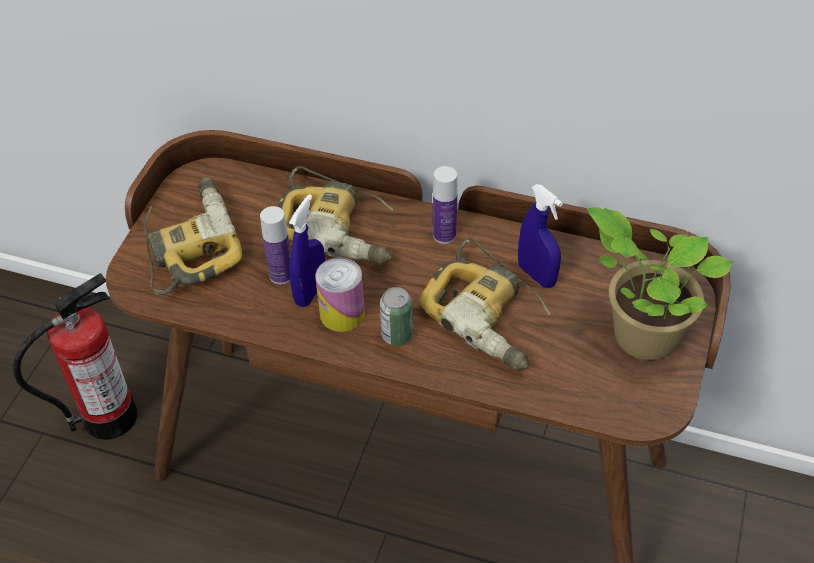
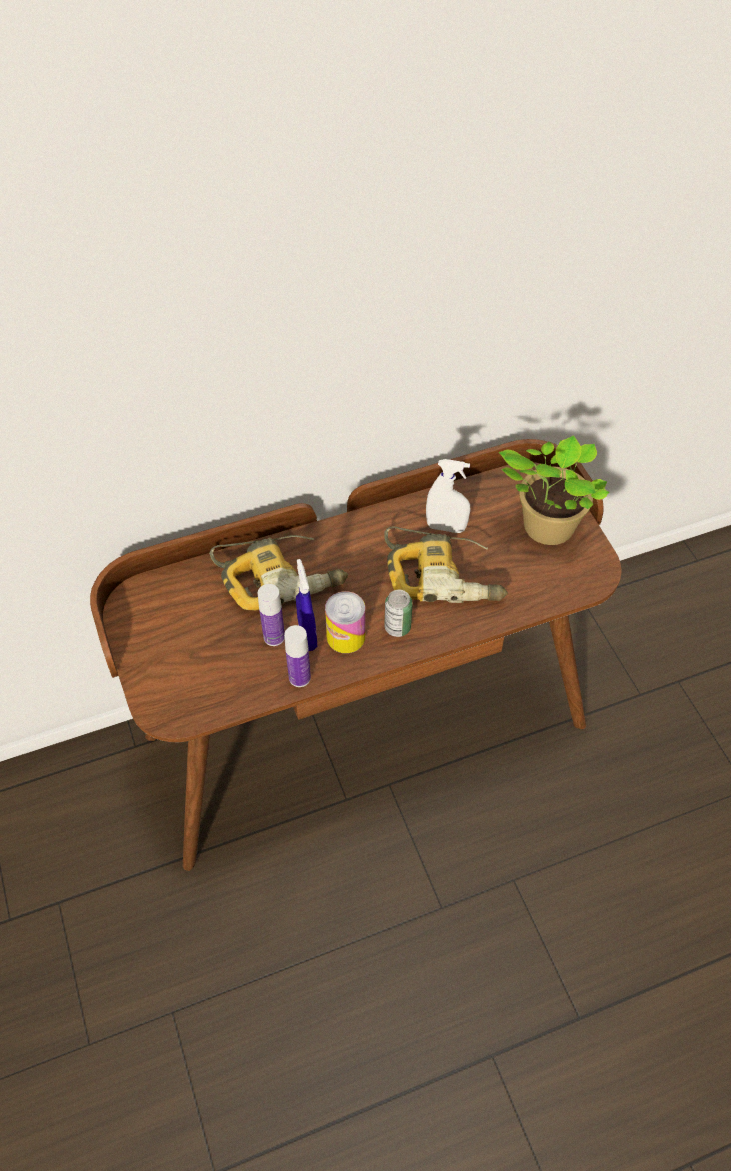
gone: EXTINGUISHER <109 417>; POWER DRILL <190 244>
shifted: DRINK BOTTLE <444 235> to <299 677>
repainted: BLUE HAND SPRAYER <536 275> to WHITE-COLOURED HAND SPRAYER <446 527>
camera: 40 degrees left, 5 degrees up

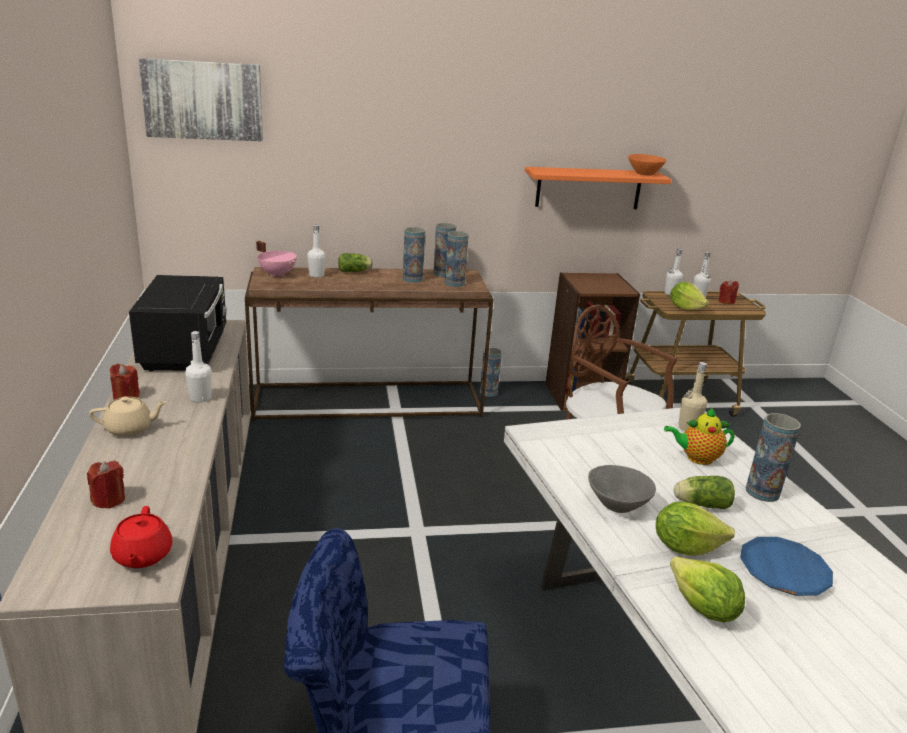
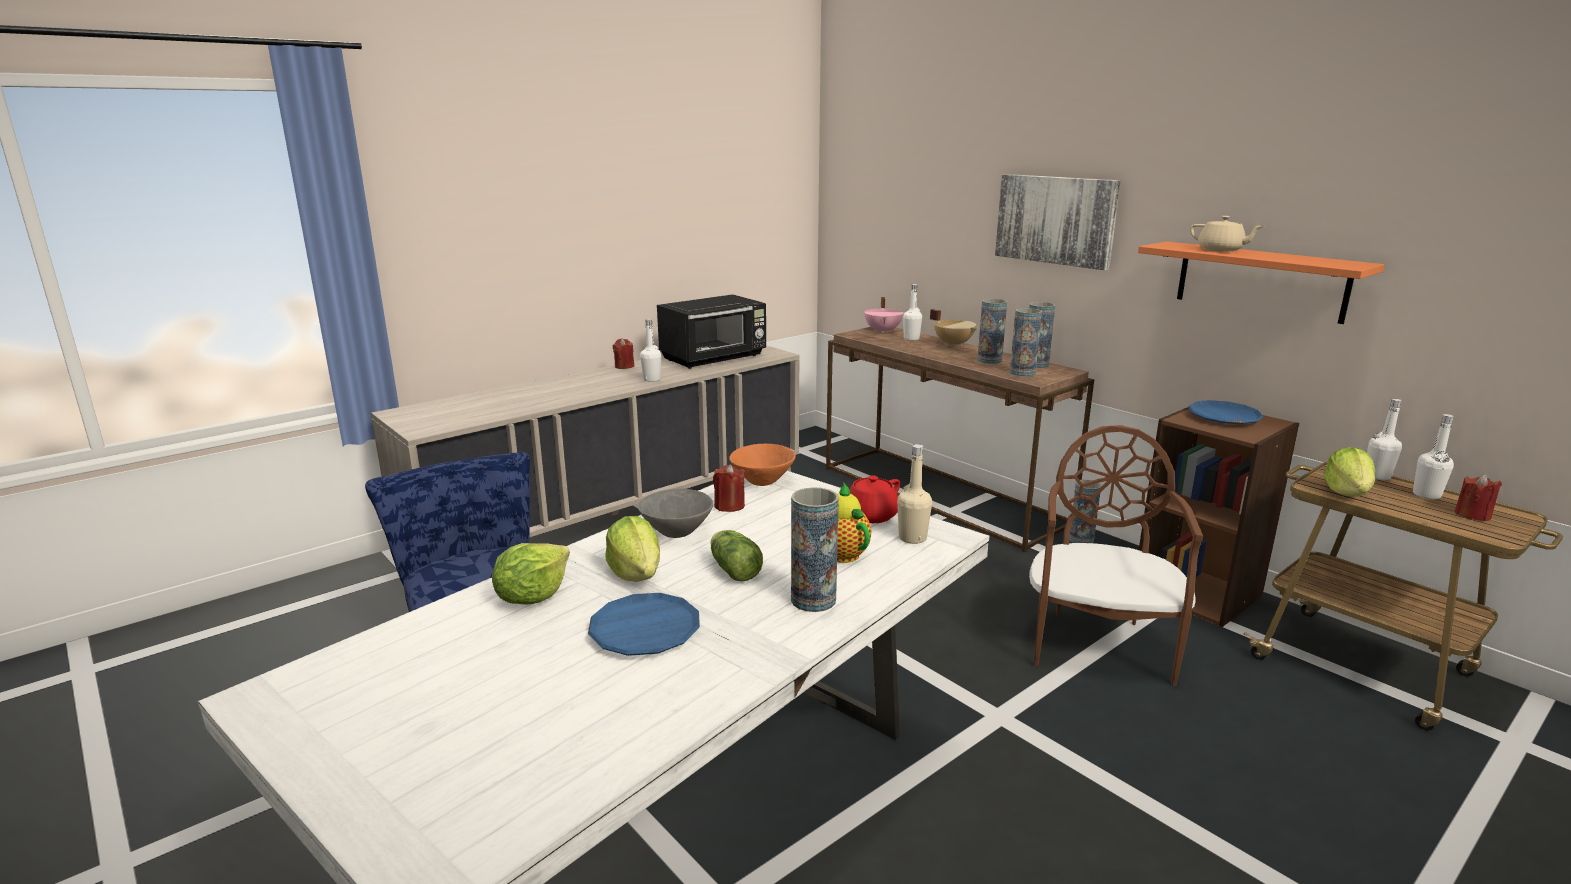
new: BLUE PLATE <1224 417>
shifted: RED CANDLE <109 500> to <729 506>; BEIGE TEAPOT <130 429> to <1221 250>; RED TEAPOT <142 556> to <870 516>; PICTURE <203 100> to <1056 220>; ORANGE DEEP DISH <644 174> to <761 481>
swapped: HEAD OF LETTUCE <355 271> to BEIGE SAUCEPOT <953 344>
camera: 60 degrees right, 5 degrees down

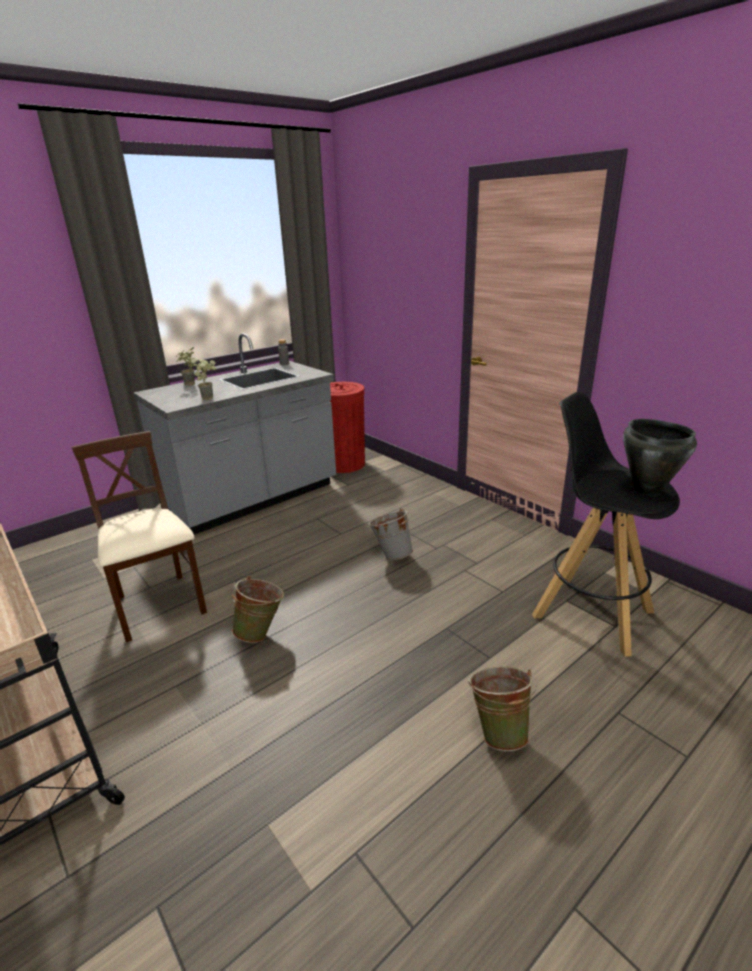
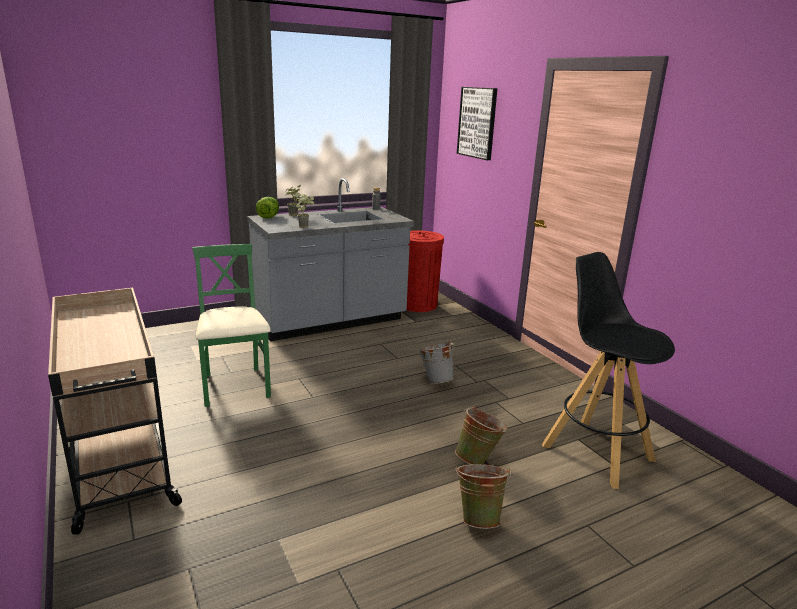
gone: BLACKISH SAUCEPOT <647 490>
new: HEAD OF LETTUCE <269 216>; PICTURE <477 122>
shifted: GREEN-COLOURED WATER BUCKET <262 632> to <479 460>
repainted: BEIGE PLAIN CHAIR <159 606> to GREEN-COLOURED PLAIN CHAIR <235 386>
camera: 10 degrees right, 5 degrees down

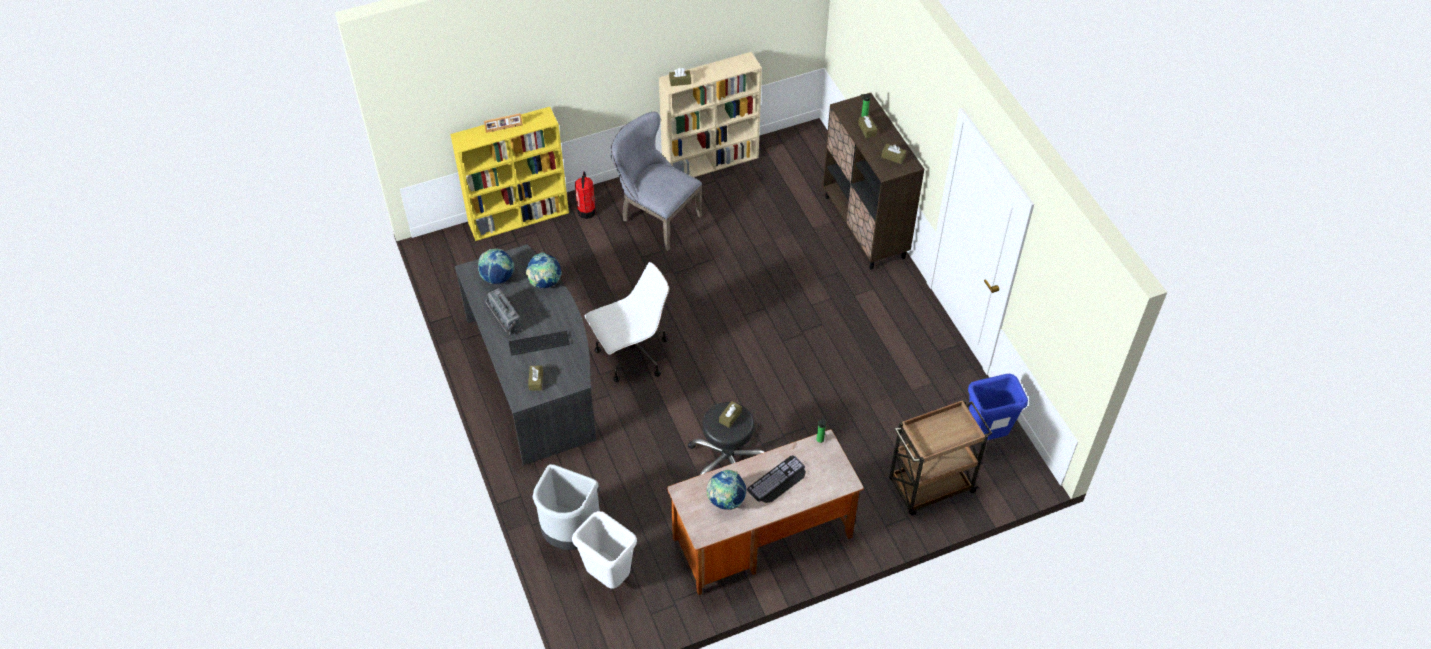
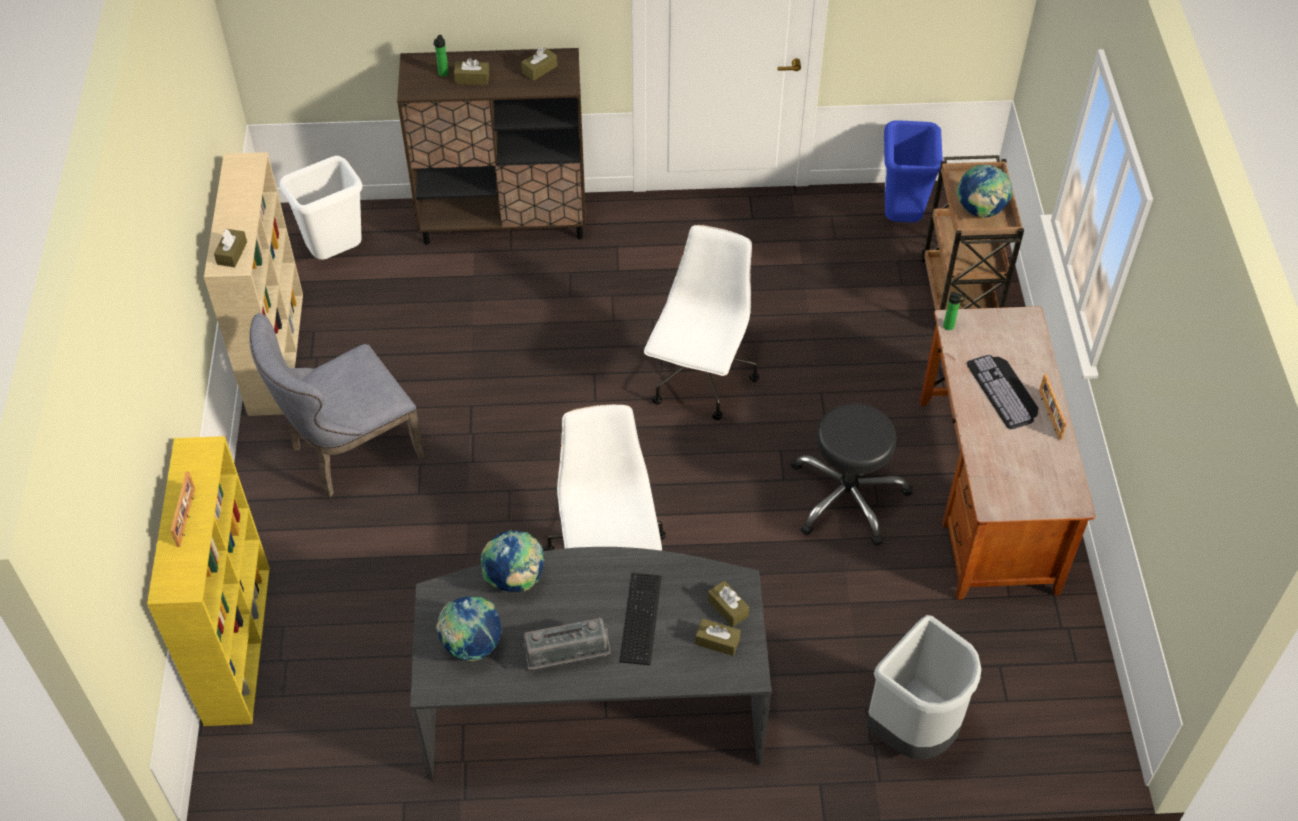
gone: EXTINGUISHER <587 211>
new: WHITE-COLOURED DESK CHAIR <700 379>; PICTURE FRAME <1049 415>
shifted: WHITE-COLOURED RUBBISH BIN <609 577> to <337 254>; DESK GLOBE <726 500> to <980 211>; BROWN TISSUE HOLDER <730 417> to <728 608>
camera: 70 degrees left, 0 degrees up

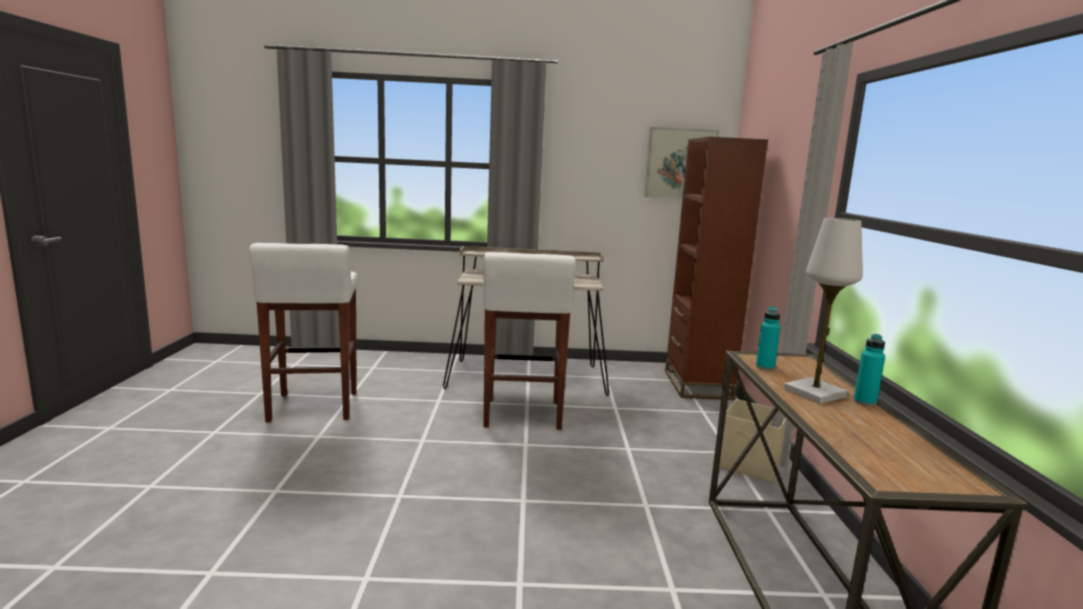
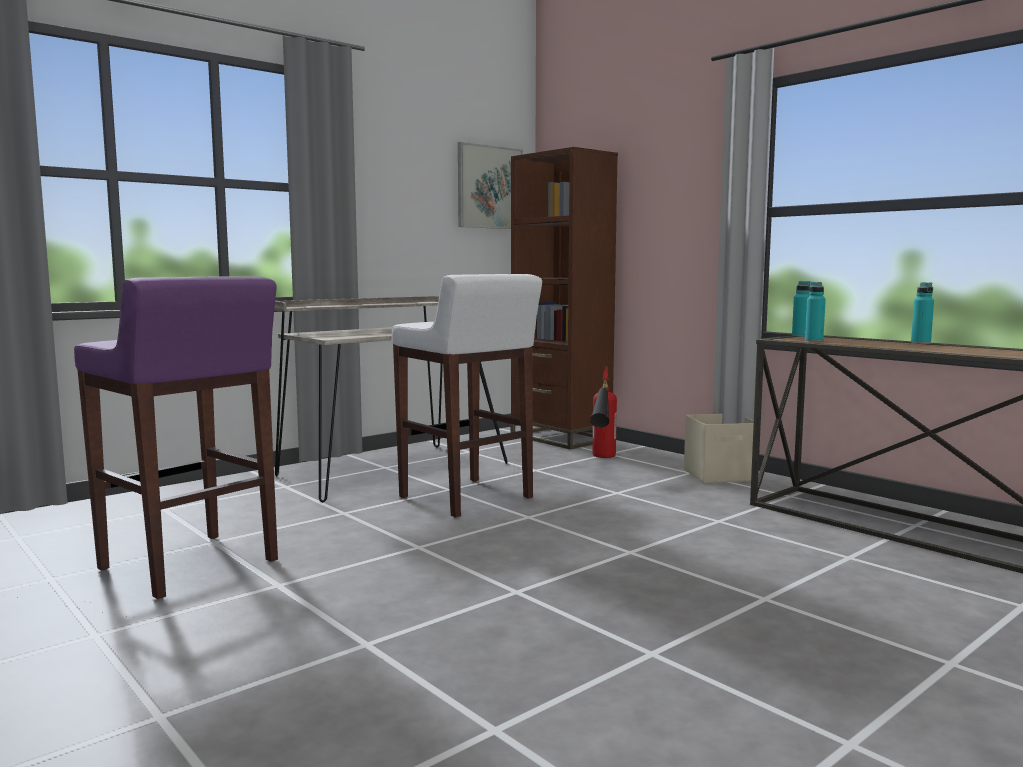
gone: WHITE-COLOURED TABLETOP LAMP <814 393>
new: EXTINGUISHER <602 460>; TURQUOISE-COLOURED DRINK BOTTLE <800 336>
repainted: WHITE-COLOURED SITTING STOOL <313 408> to PURPLE-COLOURED SITTING STOOL <190 566>
camera: 40 degrees left, 5 degrees down

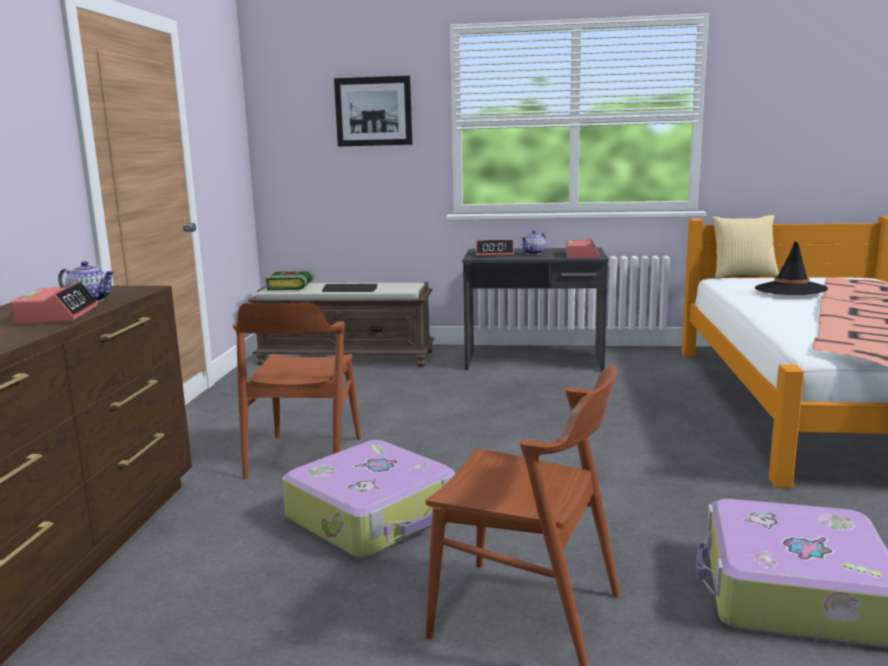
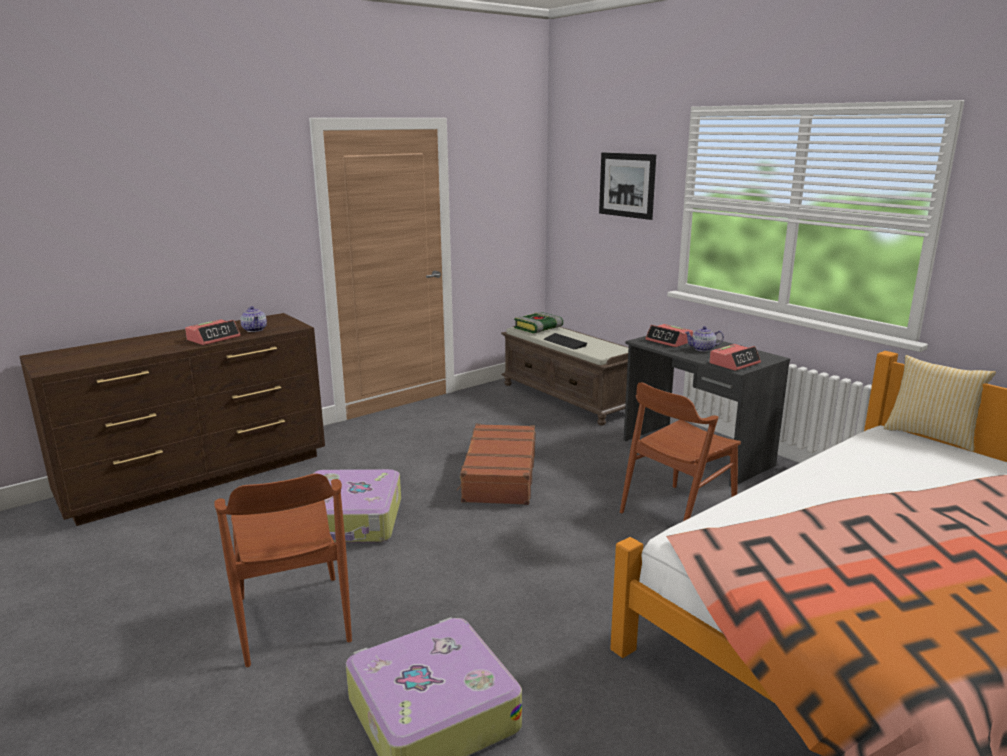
gone: BLACKISH WEARABLE HAT <790 289>
new: BROWN SUITCASE <499 476>
shifted: BROWN PLAIN CHAIR <304 457> to <677 513>
camera: 45 degrees right, 5 degrees up

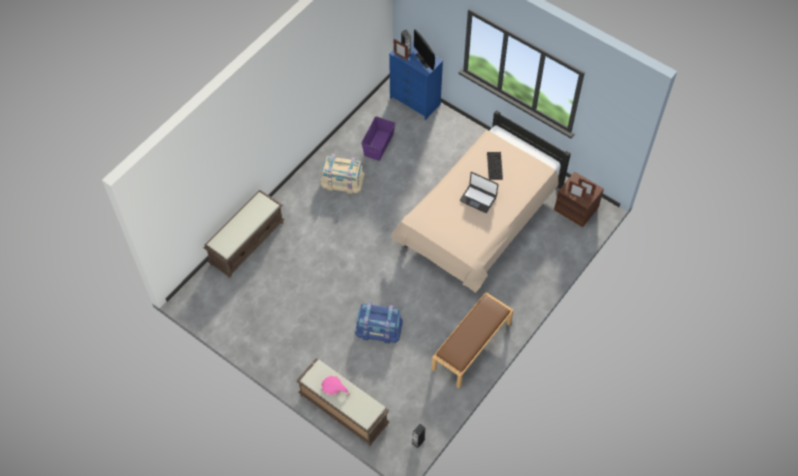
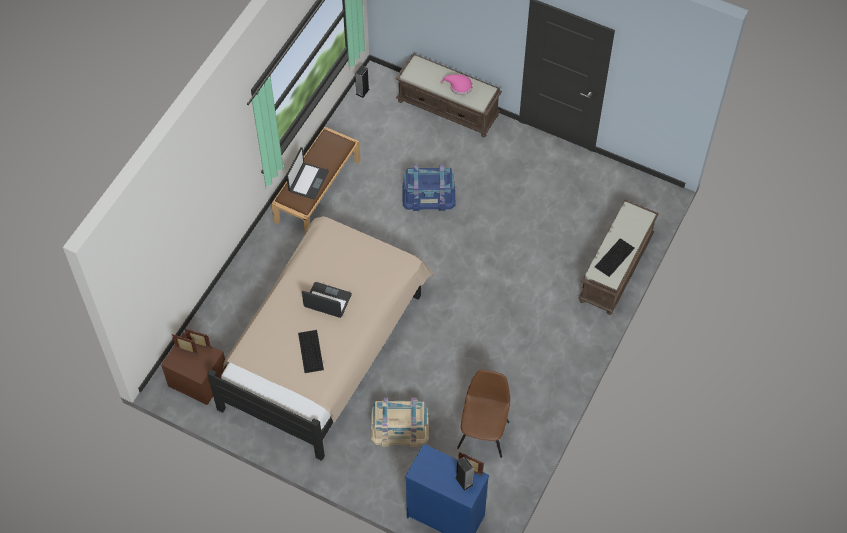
gone: COMPUTER SCREEN <424 59>
new: NOTEBOOK COMPUTER <308 181>; PC KEYBOARD <614 258>
shifted: BEIGE STORAGE BIN <342 180> to <400 427>
swapped: PURPLE-COLOURED STORAGE BIN <378 145> to BROWN PLAIN CHAIR <483 433>
camera: 170 degrees right, 0 degrees up

